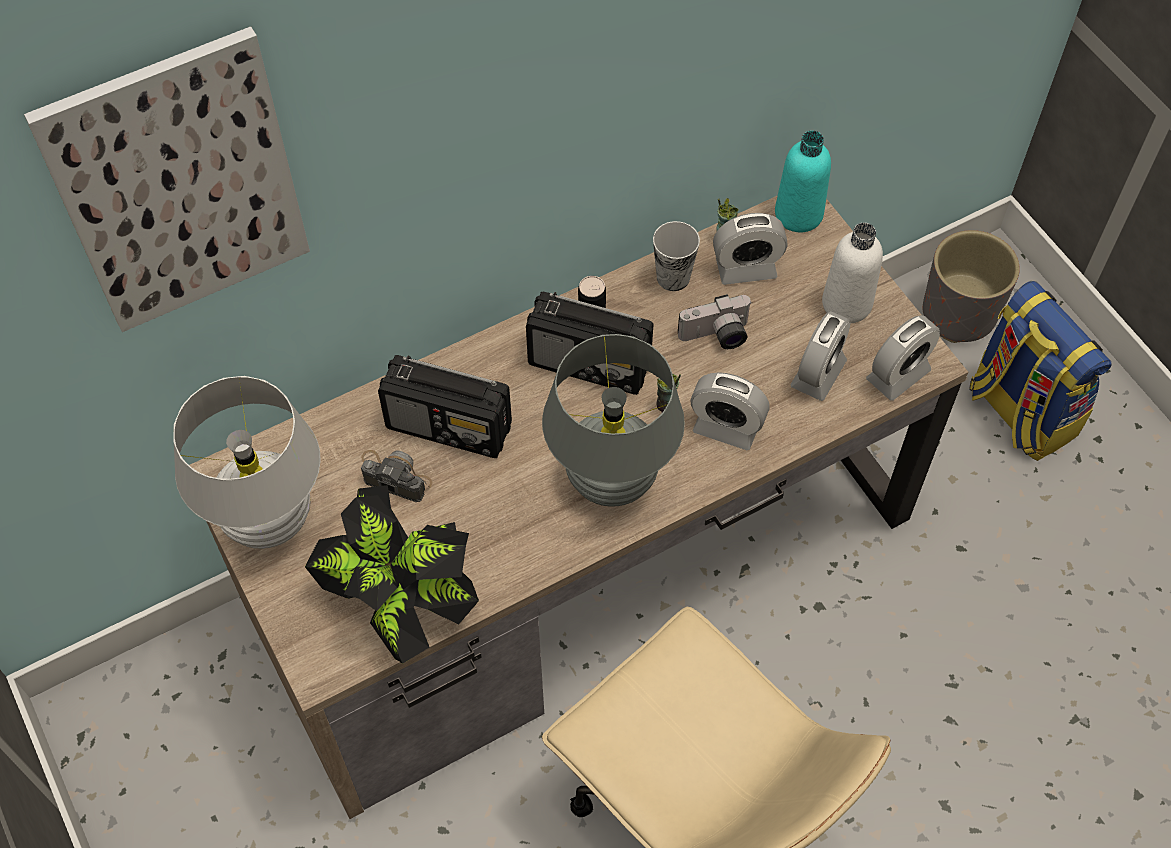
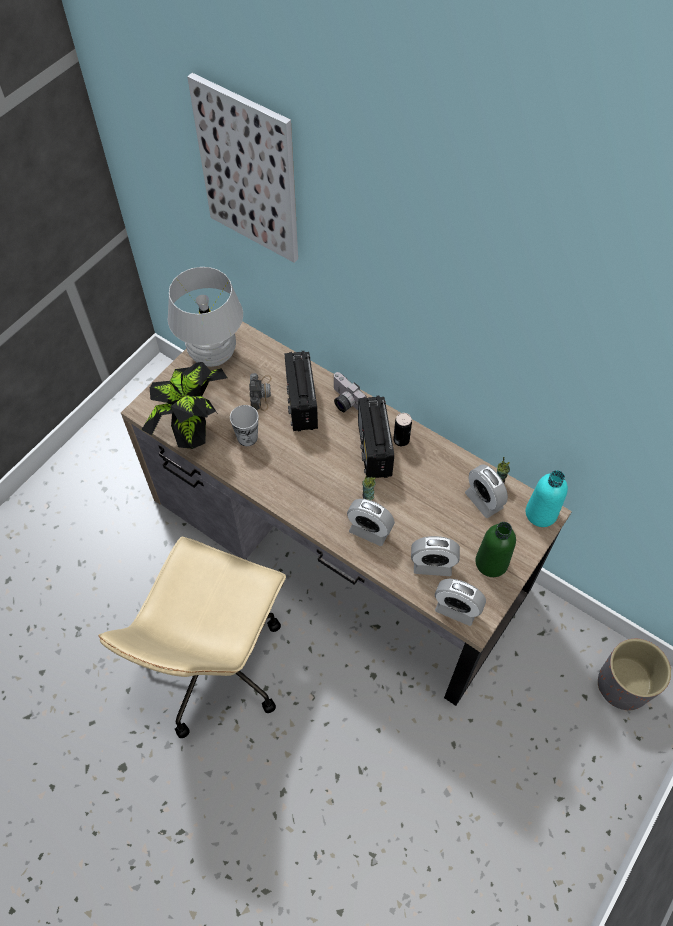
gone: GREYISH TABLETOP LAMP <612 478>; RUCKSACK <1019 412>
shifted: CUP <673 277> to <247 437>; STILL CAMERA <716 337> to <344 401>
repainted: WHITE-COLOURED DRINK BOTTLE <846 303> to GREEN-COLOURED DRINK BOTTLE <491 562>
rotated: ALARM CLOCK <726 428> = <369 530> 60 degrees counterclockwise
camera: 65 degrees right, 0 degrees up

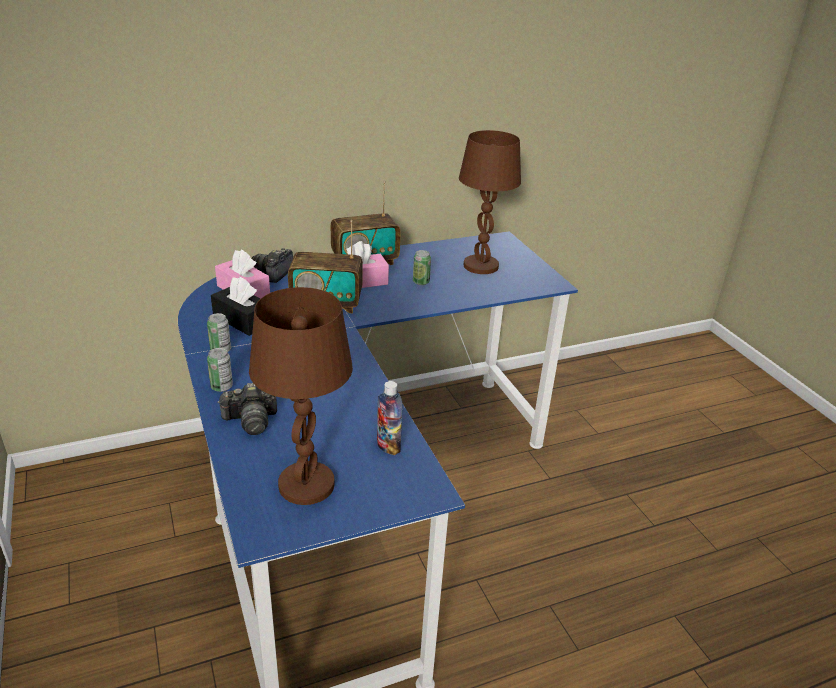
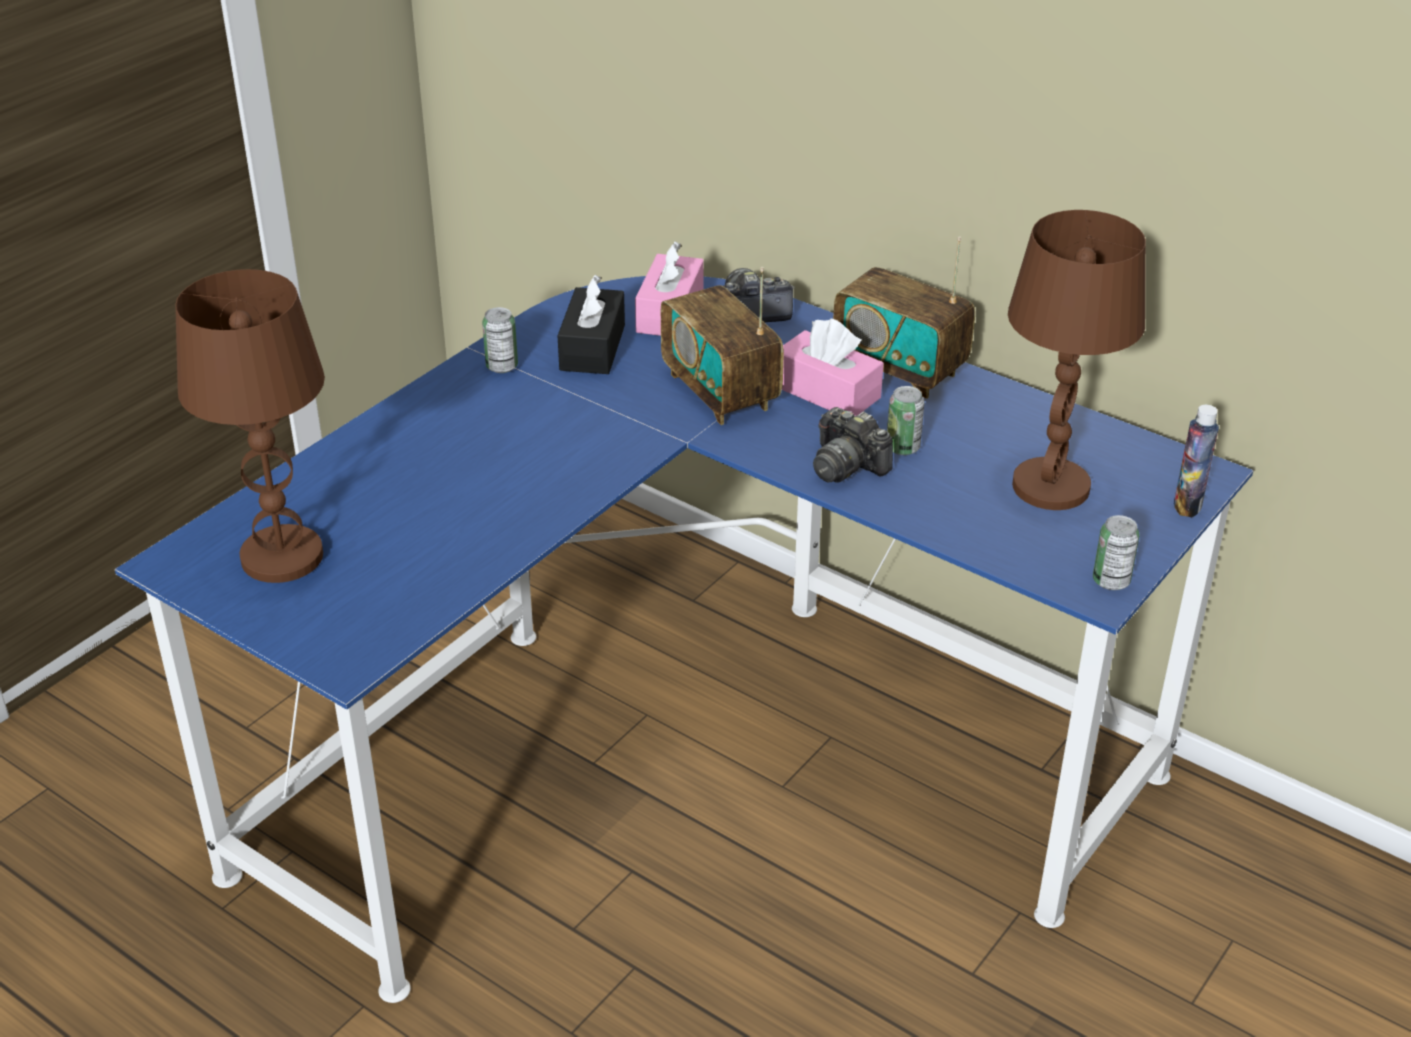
shifted: SEALED CAN <221 387> to <1111 581>; STILL CAMERA <251 420> to <847 465>; DRINK BOTTLE <388 446> to <1187 505>
camera: 60 degrees right, 5 degrees up

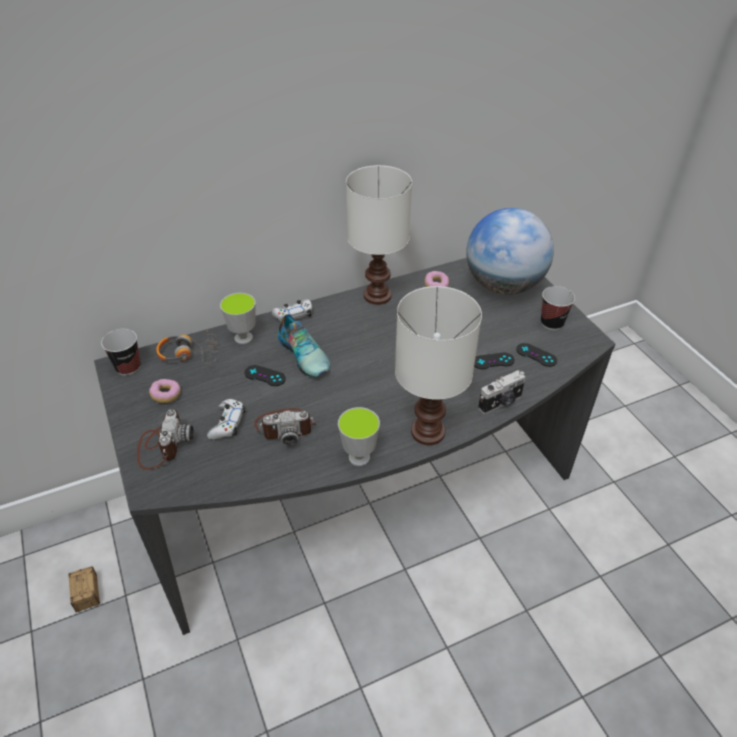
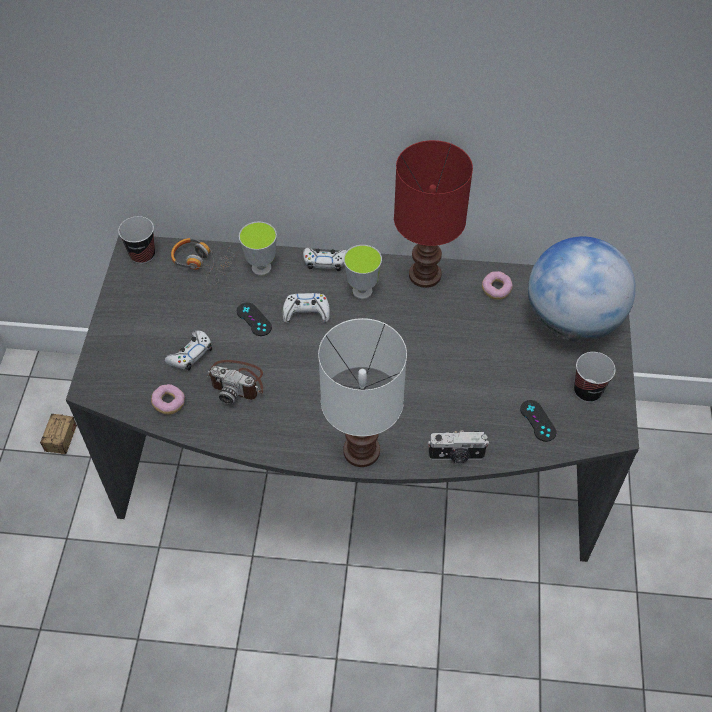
gone: STILL CAMERA <162 445>; BLACKISH GAMEPAD <493 361>
shifted: RING DOUGHNUT <166 395> to <169 403>; CUP <359 457> to <362 291>
swapped: SHOE <305 354> to WHITE-COLOURED GAMEPAD <306 312>
repainted: WHITE-COLOURED TABLETOP LAMP <376 295> to RED TABLETOP LAMP <424 274>
camera: 30 degrees right, 10 degrees up

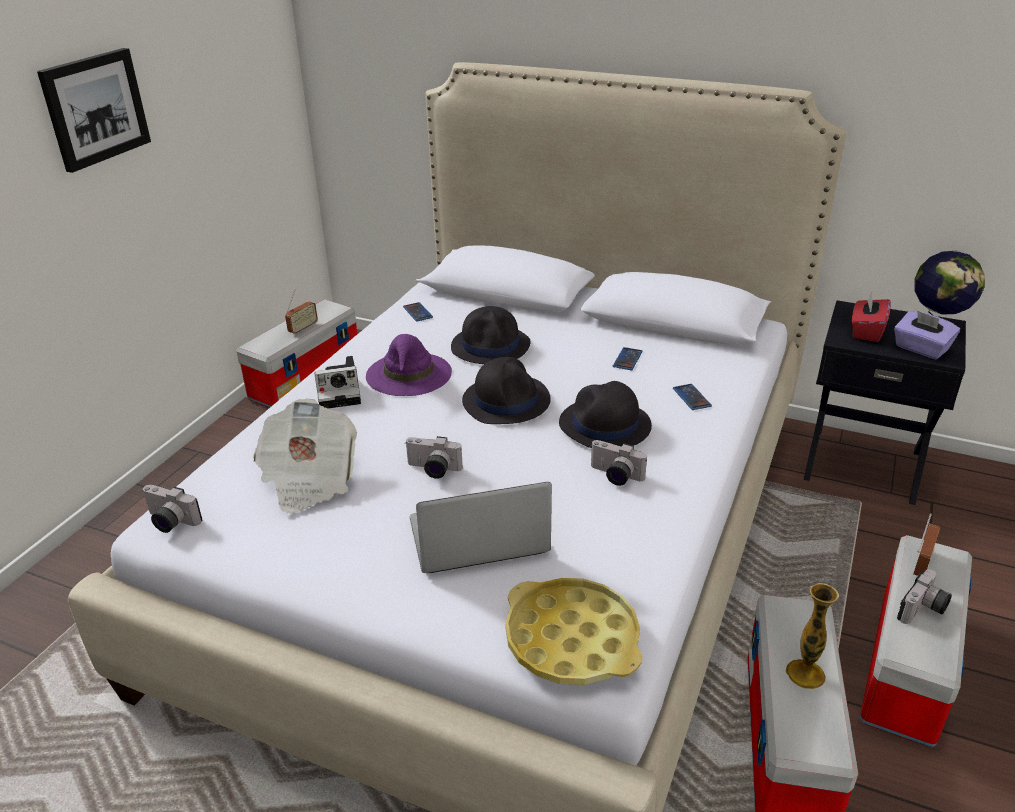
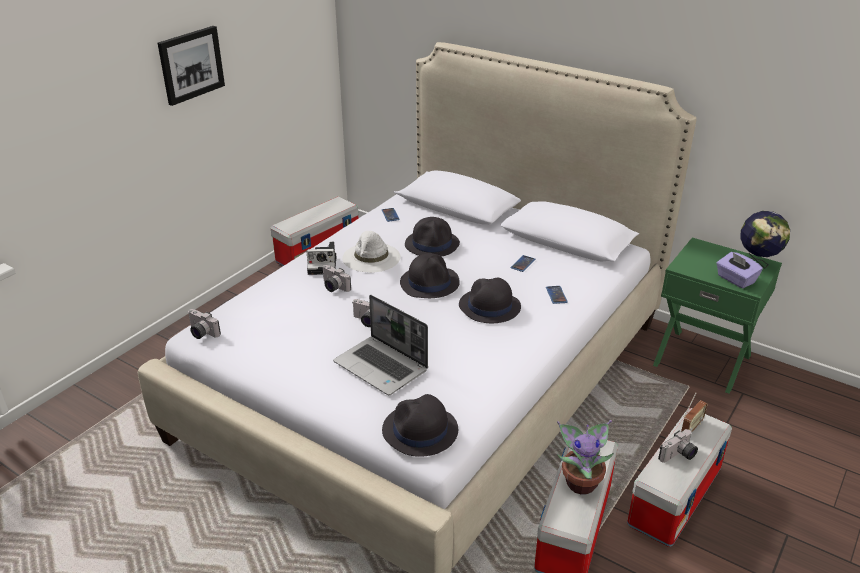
gone: PRINTED PAPER <309 478>; RADIO SET <303 329>; RED TISSUE HOLDER <866 331>
shifted: STILL CAMERA <614 476> to <333 287>
swapped: YELLOW SERVING TRAY <571 639> to BLACKISH WEARABLE HAT <420 431>; VASE <805 674> to POTTED PLANT <581 482>
repainted: PURPLE-COLOURED WEARABLE HAT <409 374> to WHITE-COLOURED WEARABLE HAT <371 258>; BLACKISH BEDSIDE TABLE <863 463> to GREEN-COLOURED BEDSIDE TABLE <702 359>
rotated: NOTEBOOK COMPUTER <477 539> = <382 367> 135 degrees counterclockwise
camera: 10 degrees right, 0 degrees up

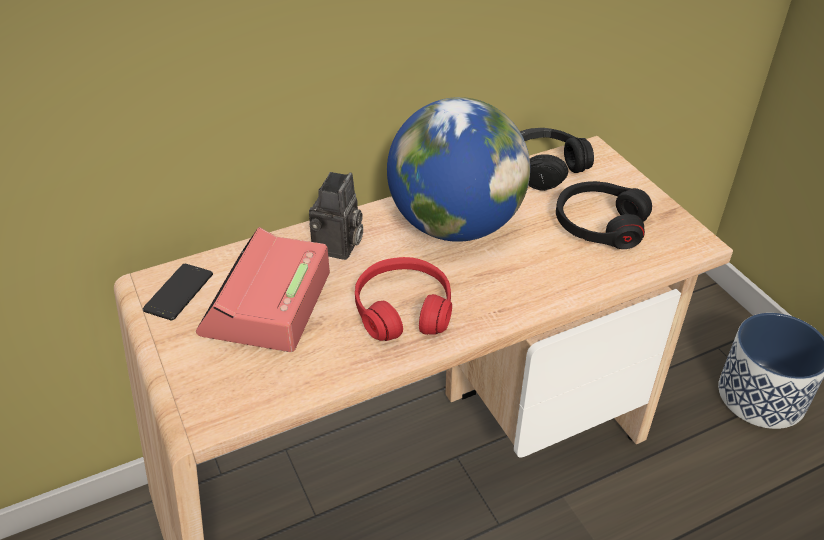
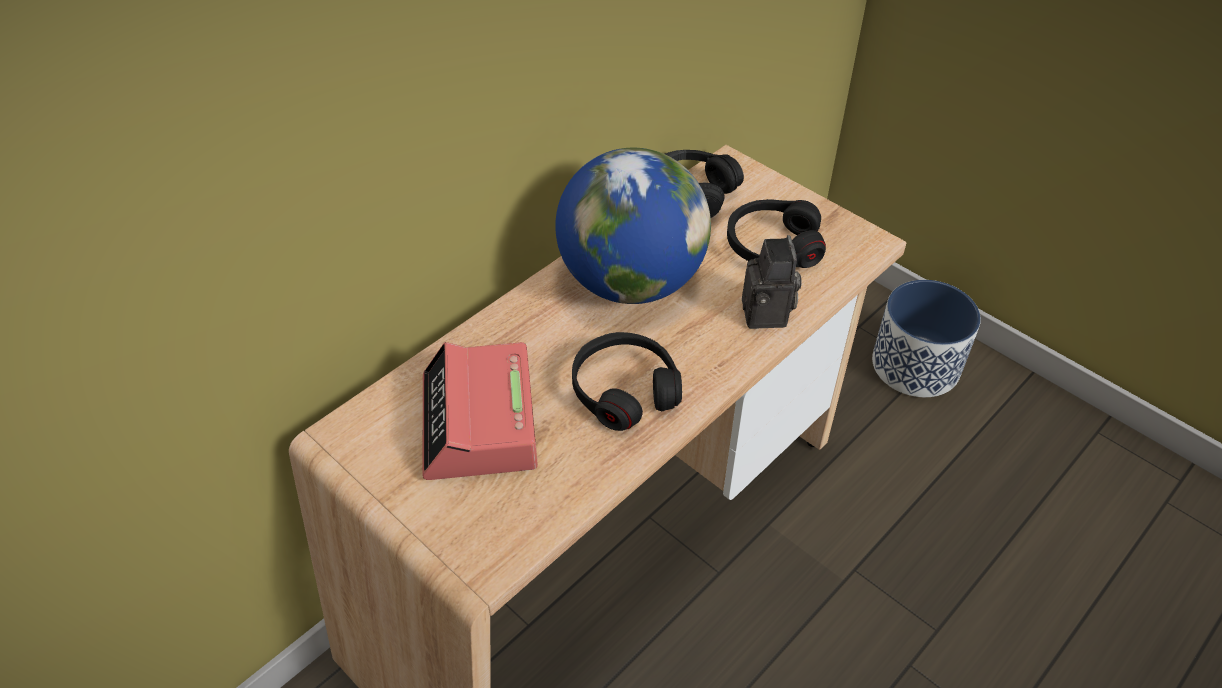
gone: PHONE <178 292>
shifted: STILL CAMERA <338 247> to <768 315>
repainted: RED PAIR OF HEADPHONES <403 309> to BLACKISH PAIR OF HEADPHONES <624 389>
camera: 20 degrees left, 5 degrees up

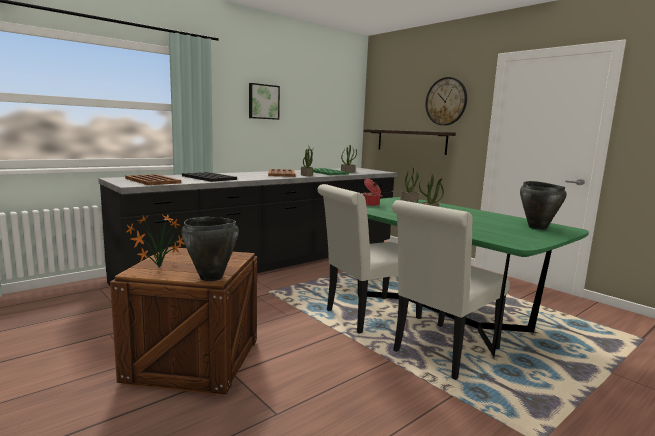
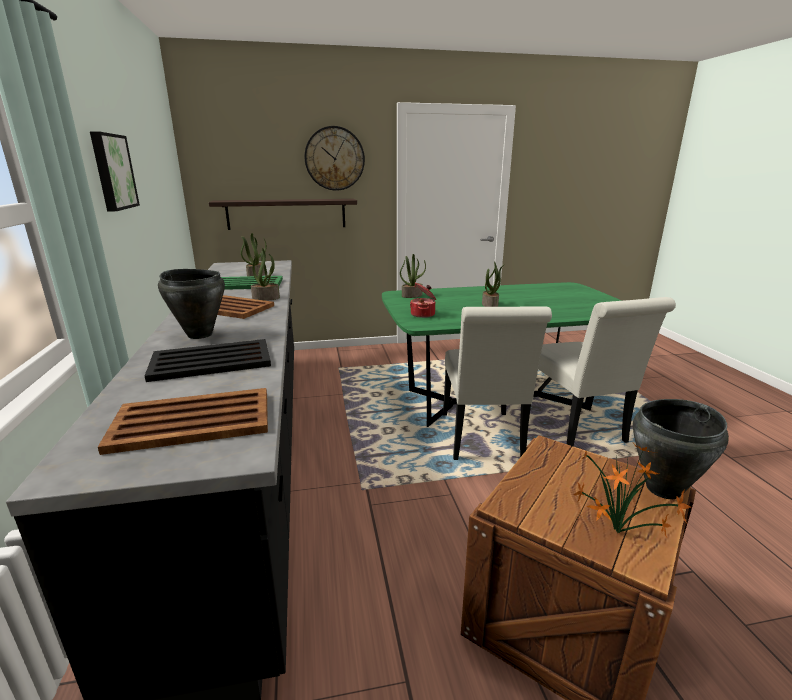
shifted: BLACKISH SAUCEPOT <537 227> to <200 335>
camera: 60 degrees left, 10 degrees up

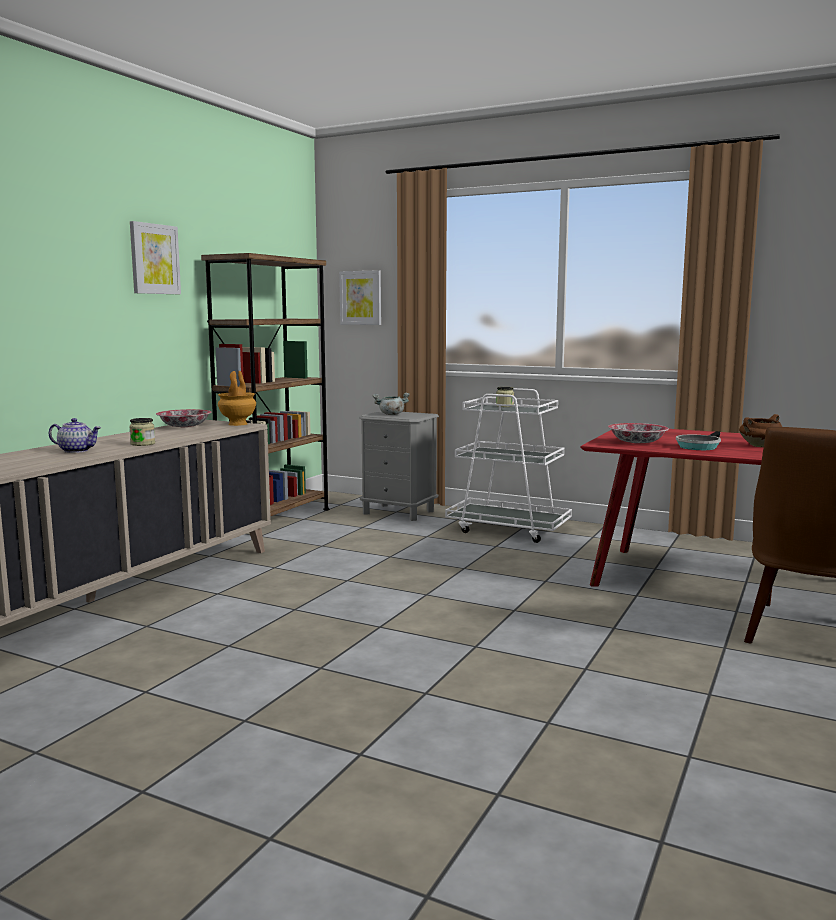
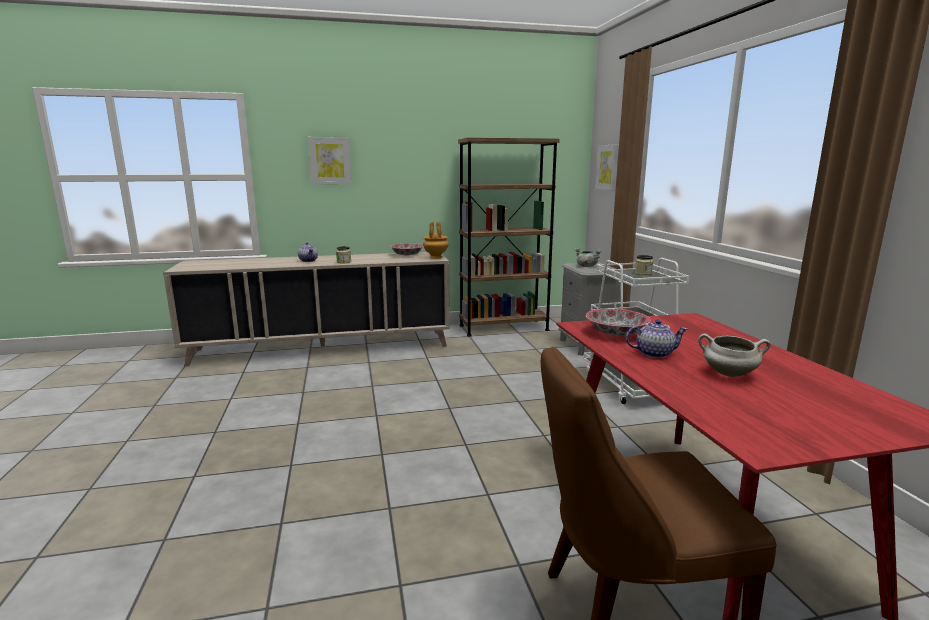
shifted: PICTURE <154 259> to <330 160>
swapped: SKILLET <698 446> to TEAPOT <654 353>
repainted: BROWN SAUCEPOT <760 446> to WHITE-COLOURED SAUCEPOT <728 374>
camera: 50 degrees right, 5 degrees up

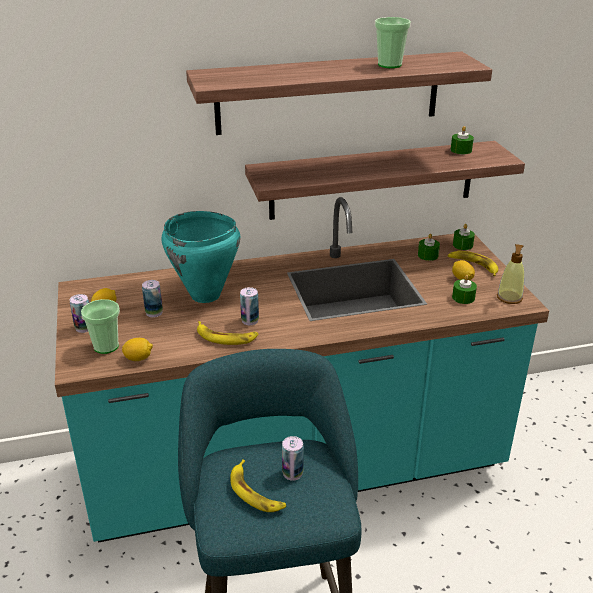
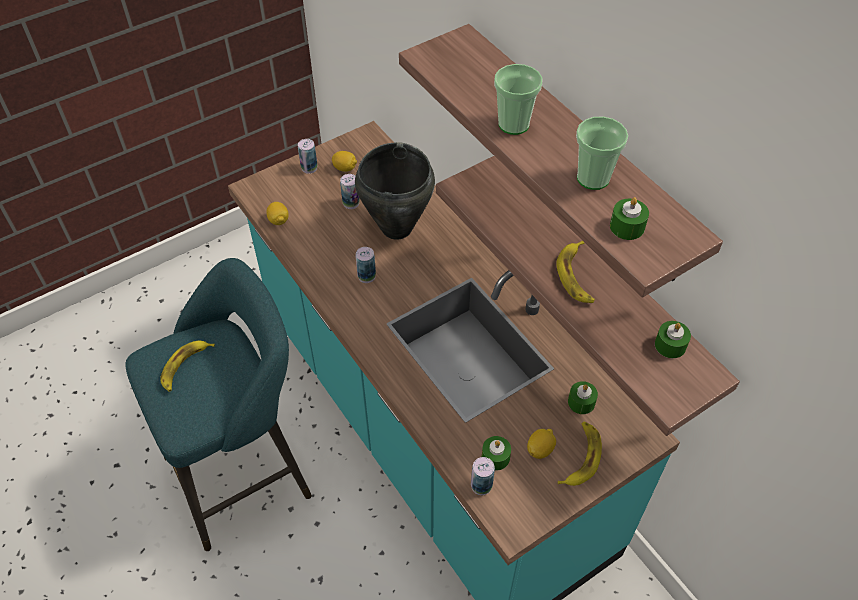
gone: SOAP BOTTLE <509 298>
shifted: CUP <106 346> to <513 124>; BANANA <226 337> to <576 276>; SEALED CAN <292 473> to <481 486>; GREEN-COLOURED CANDLE <462 245> to <627 227>
repainted: TURQUOISE-COLOURED SAUCEPOT <205 295> to BLACKISH SAUCEPOT <396 228>
camera: 70 degrees right, 20 degrees up

